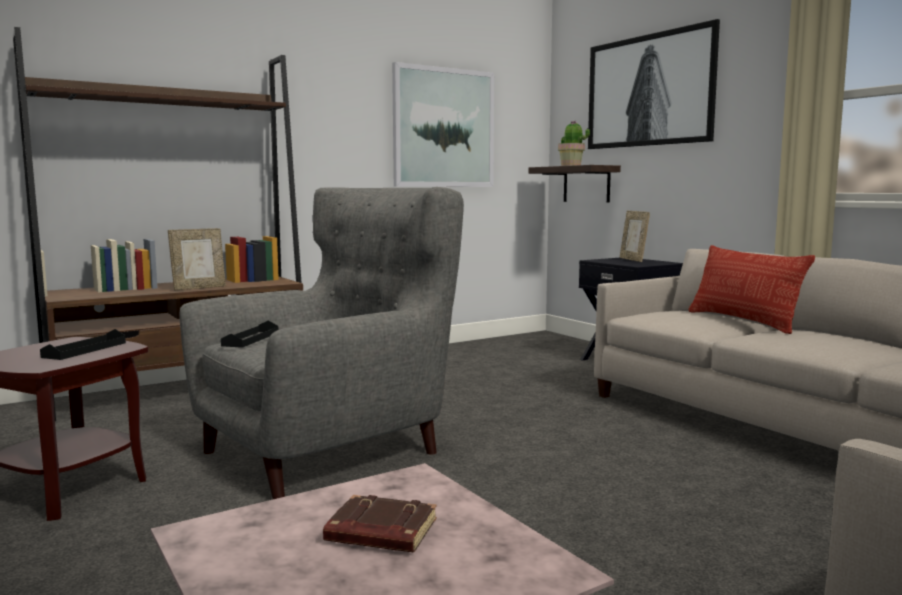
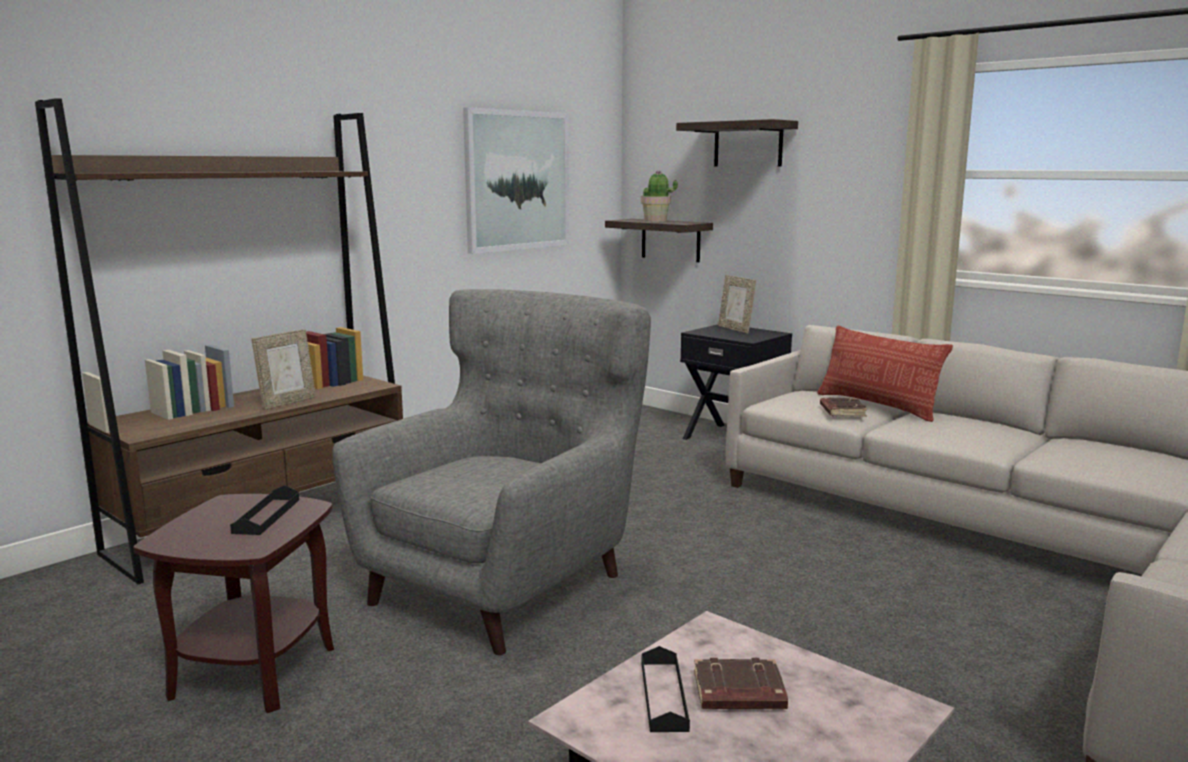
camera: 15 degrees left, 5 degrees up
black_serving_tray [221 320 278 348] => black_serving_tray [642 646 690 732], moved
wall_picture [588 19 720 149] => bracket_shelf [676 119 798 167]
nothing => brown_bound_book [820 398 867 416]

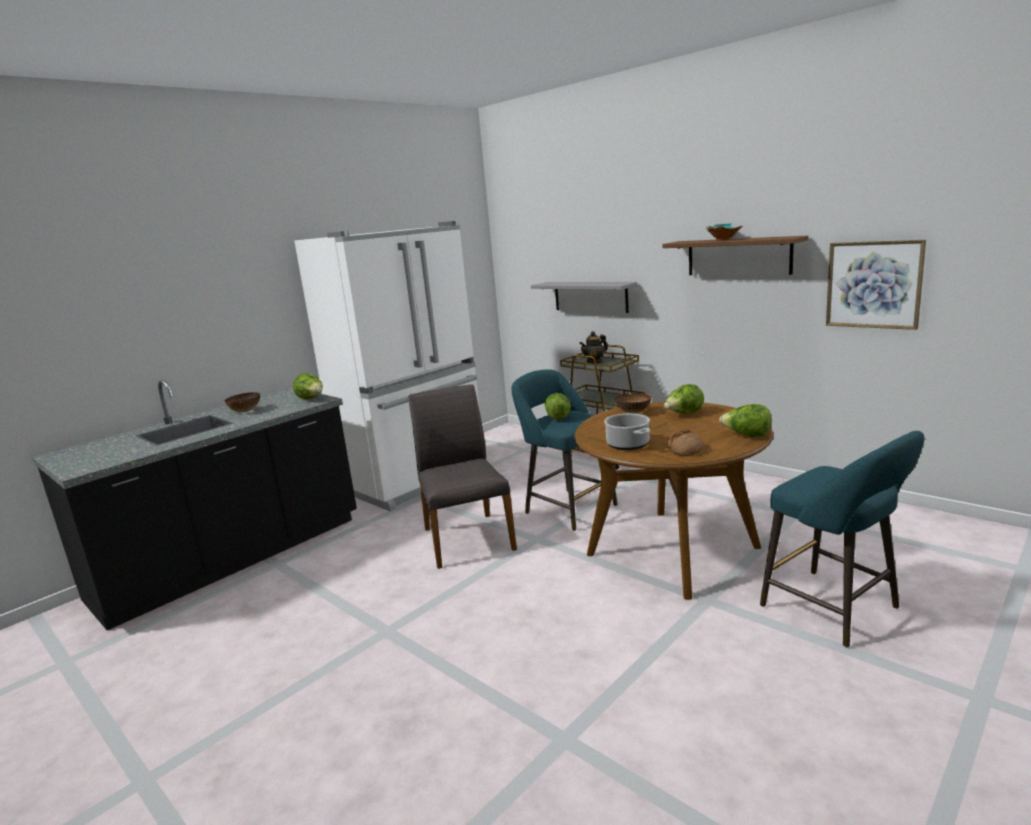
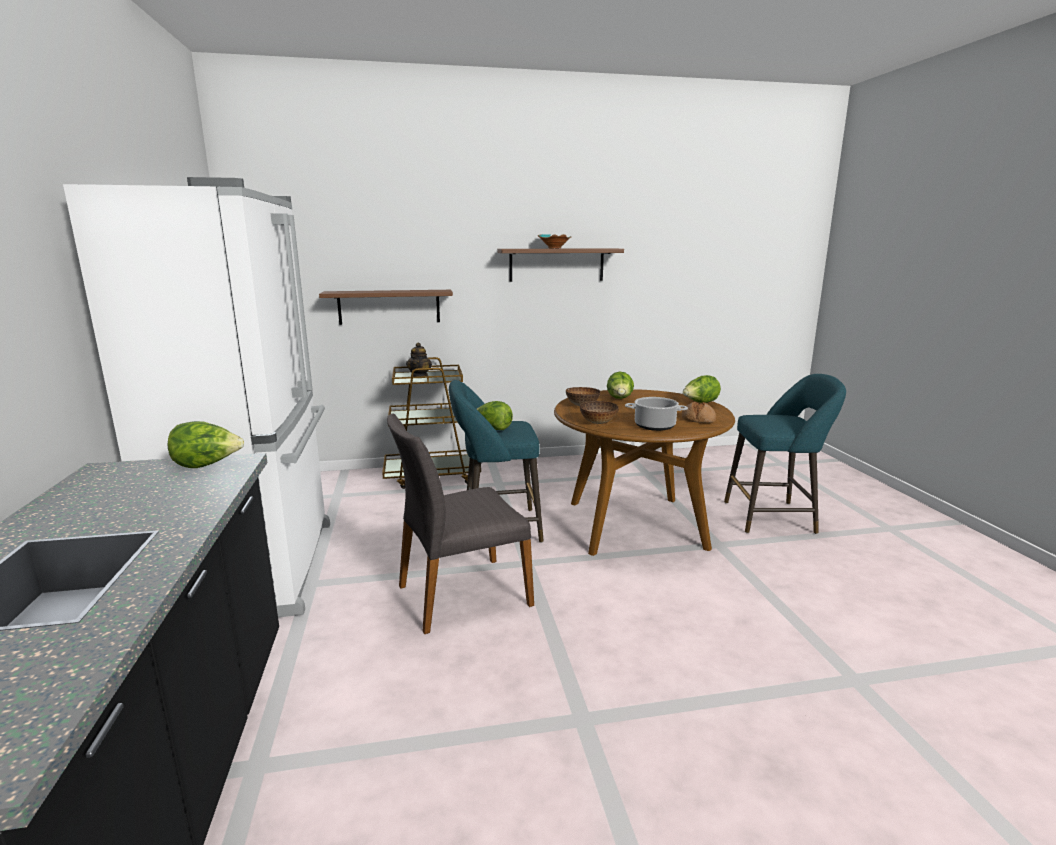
camera: 55 degrees left, 0 degrees up
greyish_bracket_shelf [531 282 637 313] => brown_bracket_shelf [319 290 453 325]
greyish_upright_chair [408 384 517 569] => greyish_upright_chair [387 413 534 634], 45 degrees counterclockwise
serving_bowl [224 392 260 412] => serving_bowl [580 401 619 424], moved
wall_picture [826 240 926 330] => nothing

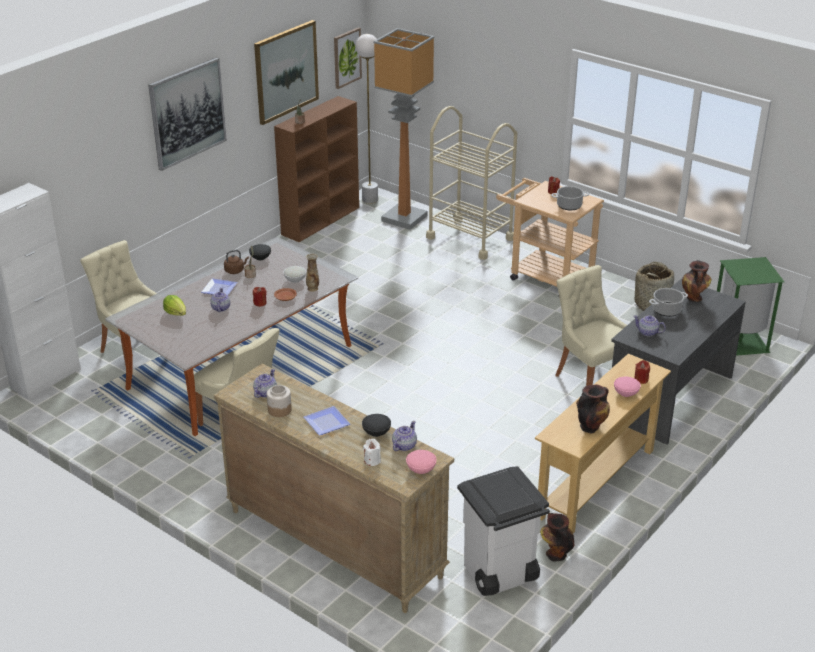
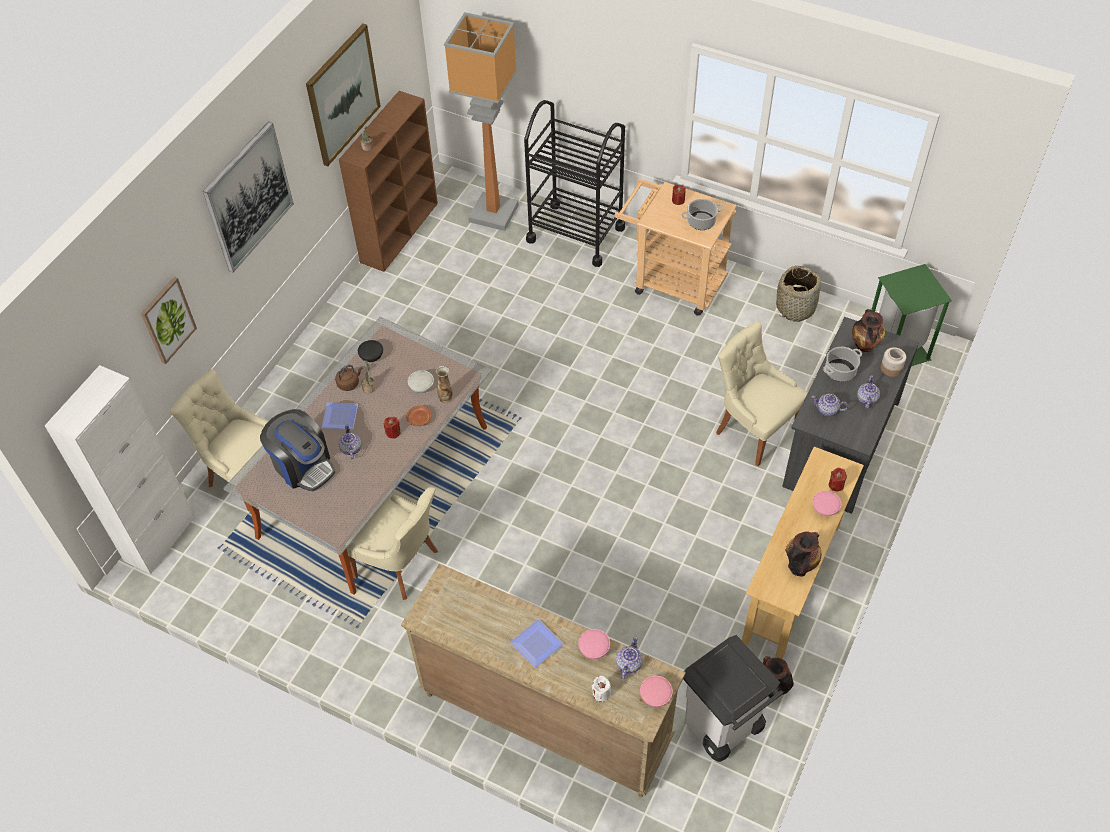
camera: 10 degrees left, 20 degrees up
wall_picture [334 27 362 89] => wall_picture [141 277 197 364], moved
lettuce_head [163 295 186 316] => coffee_machine [260 409 335 491]
beige_cart [426 106 517 260] => black_cart [524 100 625 267]
black_serving_bowl [362 414 391 437] => pink-coloured_serving_bowl [578 629 610 659]
teapot [253 369 277 398] => teapot [857 375 880 409], moved
jar [267 385 292 417] => jar [881 347 906 377], moved
white_standard_lamp [356 34 378 204] => nothing

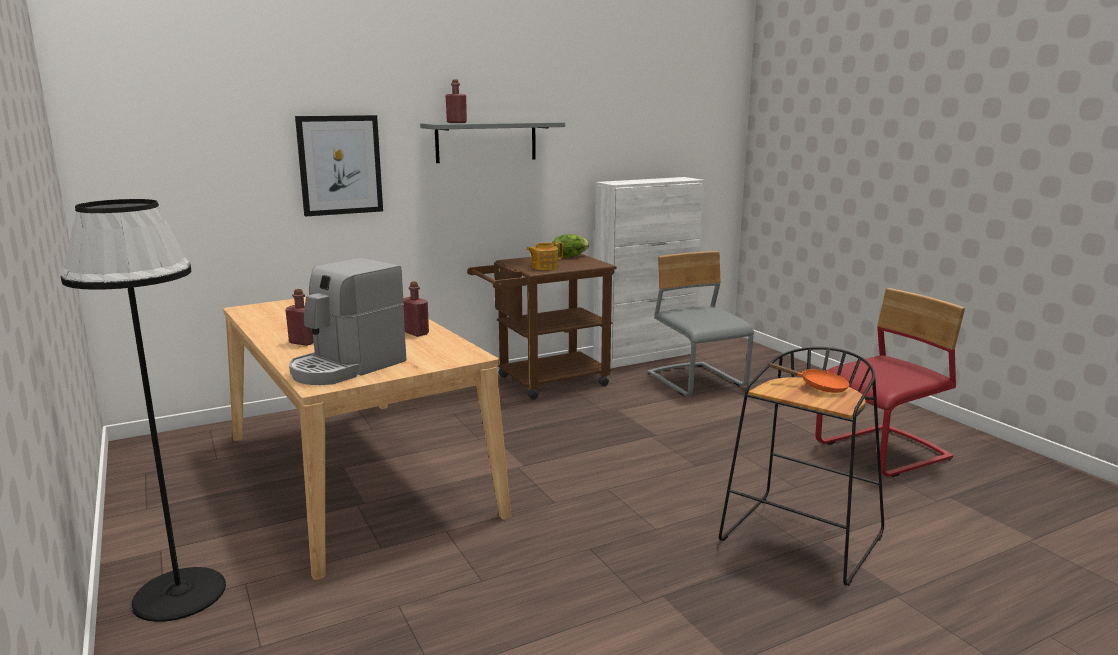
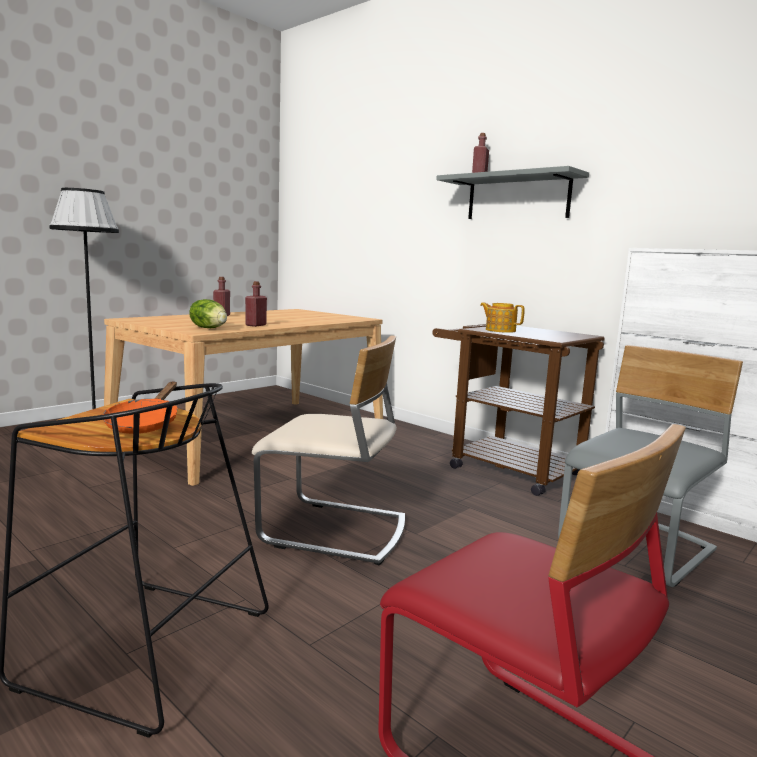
camera: 70 degrees right, 5 degrees down
lettuce_head [552 234 589 258] => lettuce_head [189 299 227 328], moved
nothing => beige_upright_chair [252 336 405 565]
coffee_machine [289 258 406 385] => nothing
wall_picture [295 115 383 217] => nothing

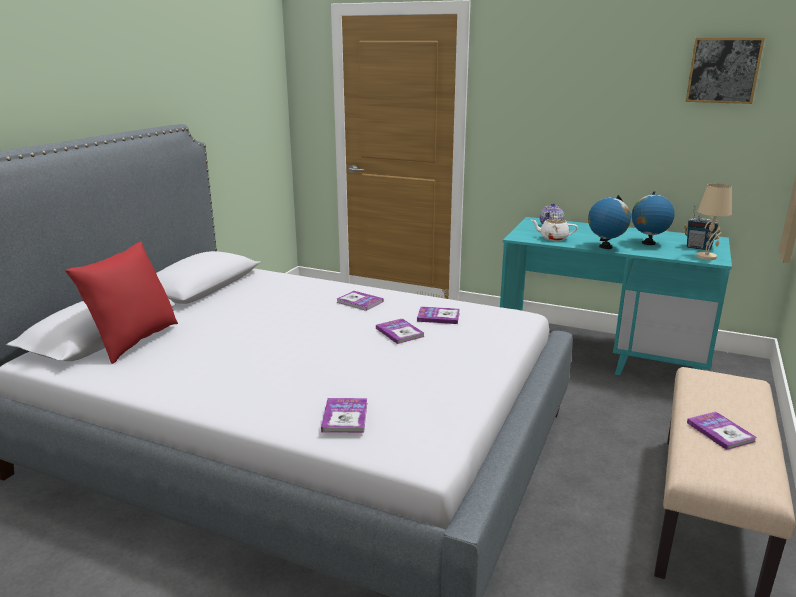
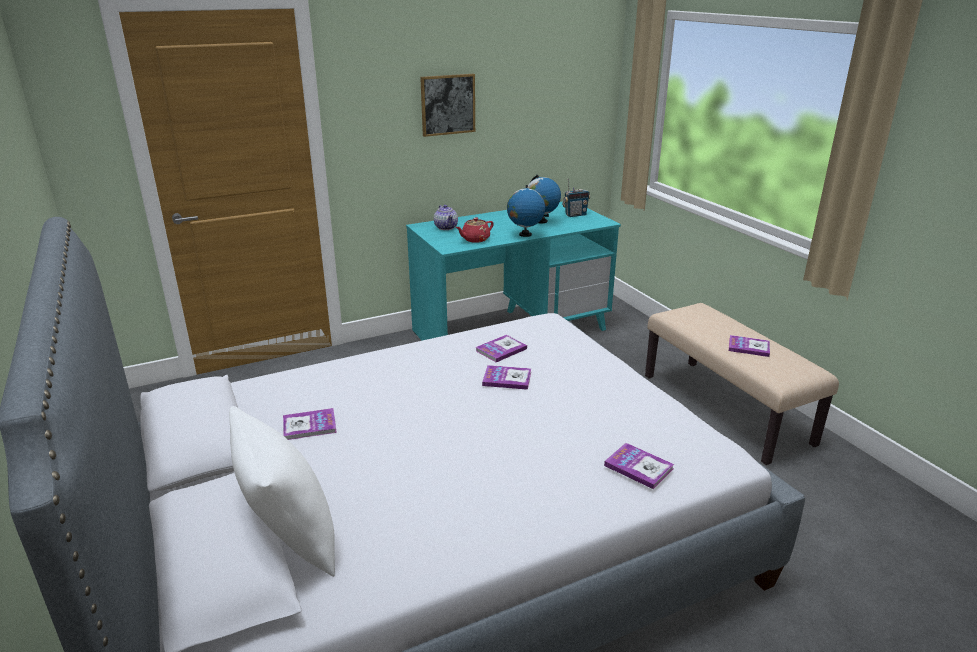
camera: 50 degrees left, 5 degrees up
red_pillow [65 242 178 364] => white_pillow [229 406 335 577]
bound_book [336 291 384 311] => bound_book [283 408 337 440], moved
wall_picture [686 38 765 104] => wall_picture [420 74 475 137], moved
white_teapot [531 216 578 241] => red_teapot [455 218 494 243]
beige_lamp_for_a_table [696 183 732 260] => nothing

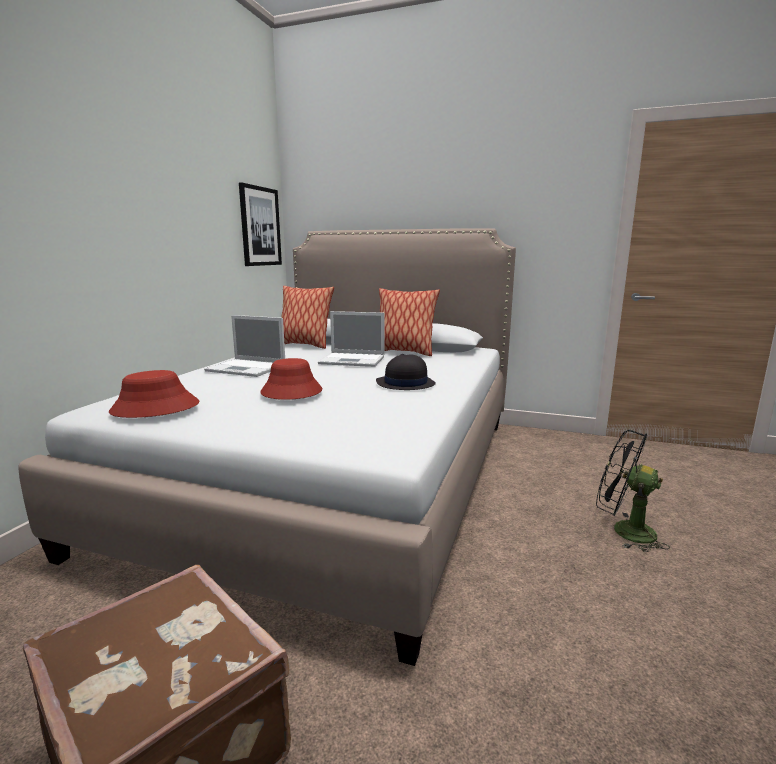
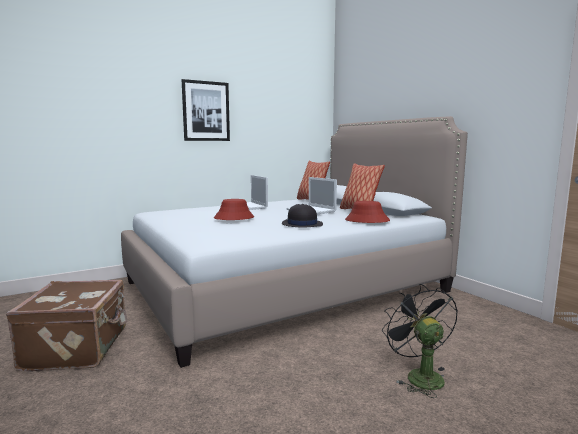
camera: 40 degrees right, 5 degrees down
wall_picture [239 182 282 266] => wall_picture [182 79 230 141], moved
red_wearable_hat [109 370 199 418] => red_wearable_hat [345 201 390 223], moved

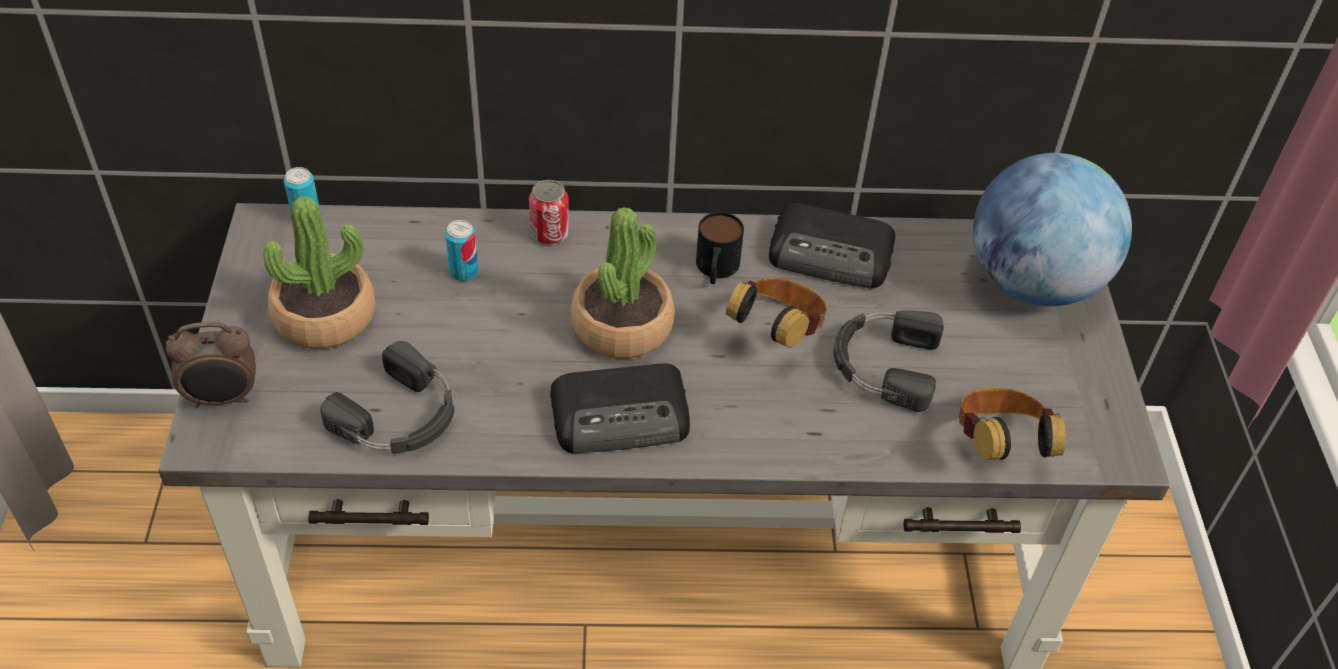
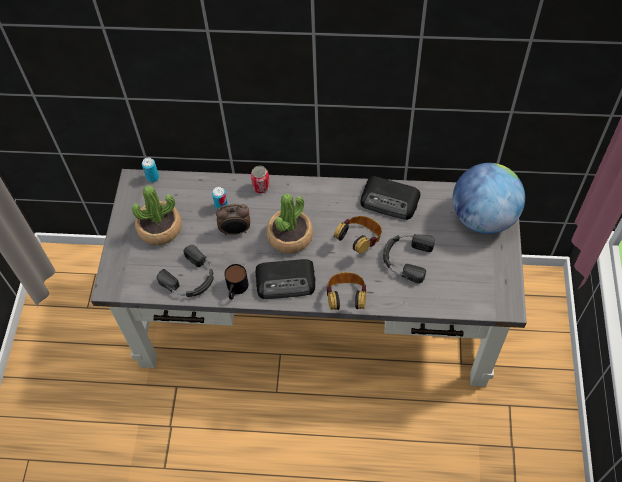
camera: 10 degrees right, 10 degrees up
table_clock [166 322 256 408] => table_clock [216 204 250 236], moved
tea_mug [696 212 744 284] => tea_mug [224 264 248 300], moved
headphones [959 387 1066 460] => headphones [327 272 366 310], moved

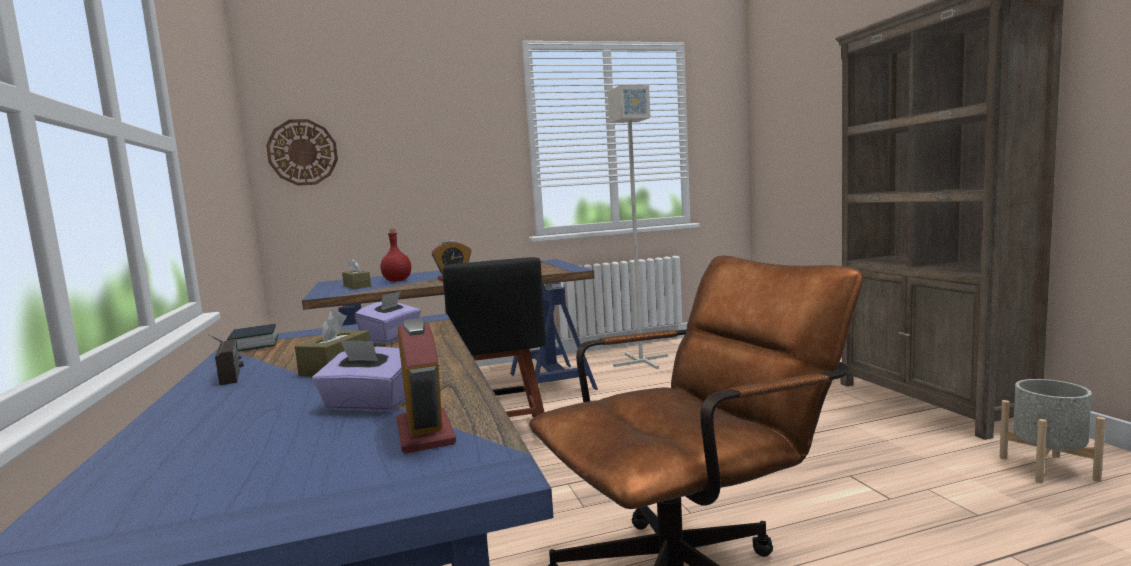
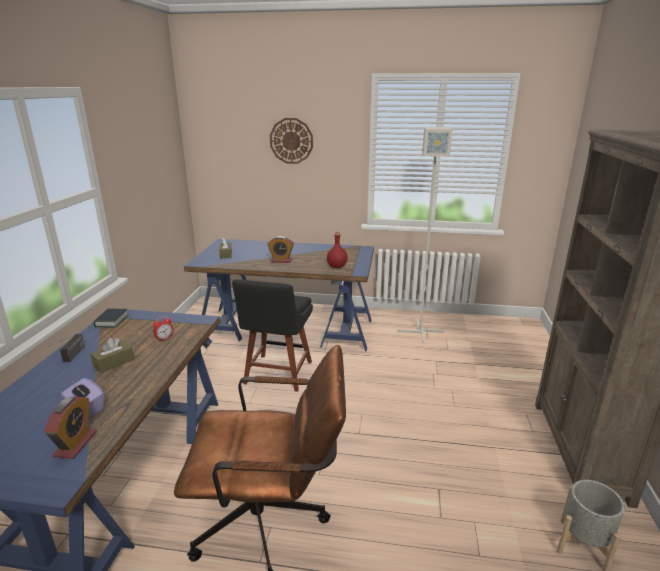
camera: 25 degrees right, 15 degrees up
purplish_tissue_box [355 291 421 343] => table_clock [153 316 173 342]
wall_clock [266 119 338 186] => wall_clock [270 118 313 164], moved
red_beverage_bottle [380 229 411 282] => red_beverage_bottle [327 231 348 268], moved

